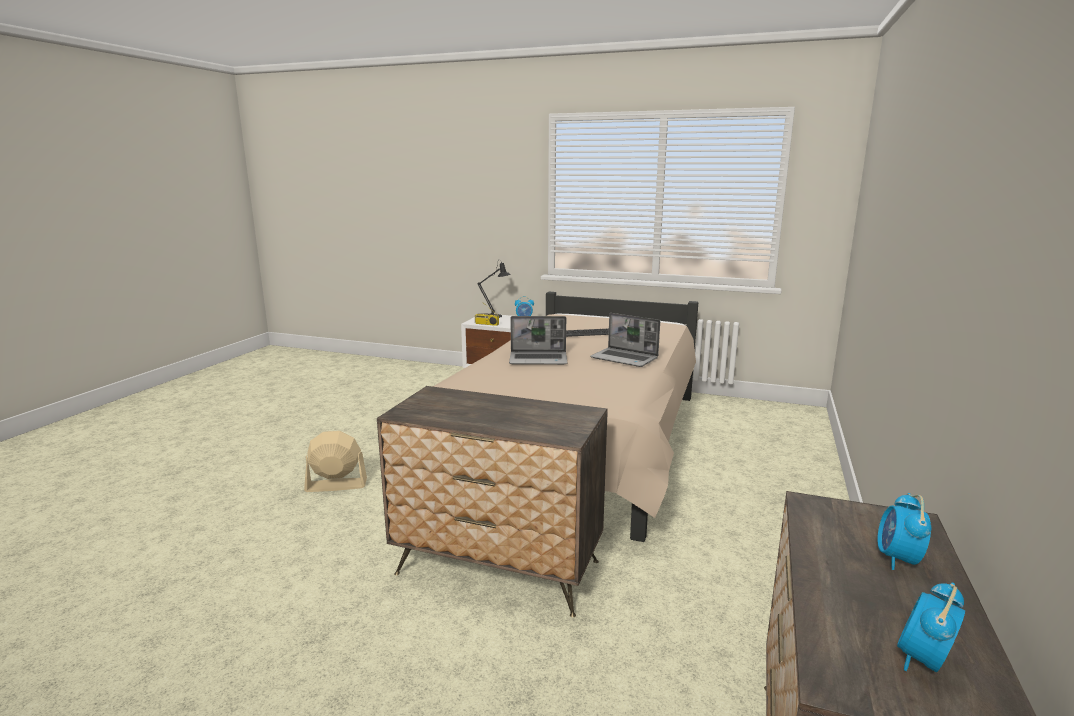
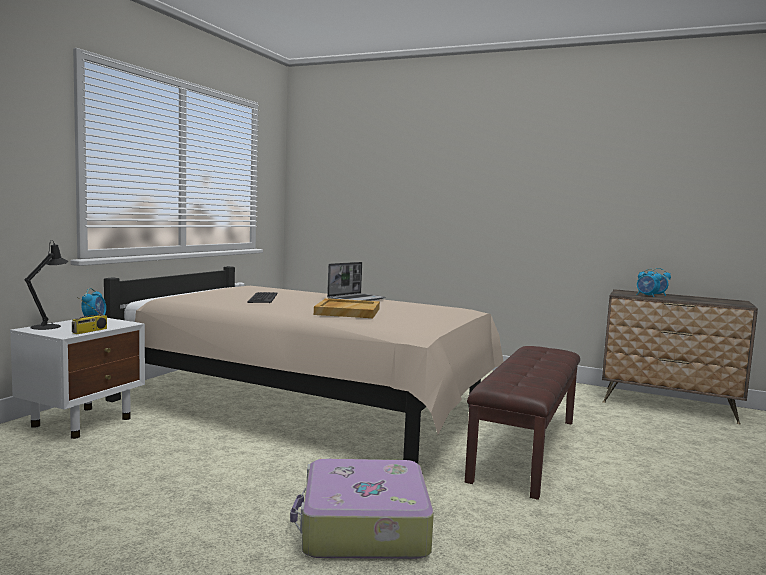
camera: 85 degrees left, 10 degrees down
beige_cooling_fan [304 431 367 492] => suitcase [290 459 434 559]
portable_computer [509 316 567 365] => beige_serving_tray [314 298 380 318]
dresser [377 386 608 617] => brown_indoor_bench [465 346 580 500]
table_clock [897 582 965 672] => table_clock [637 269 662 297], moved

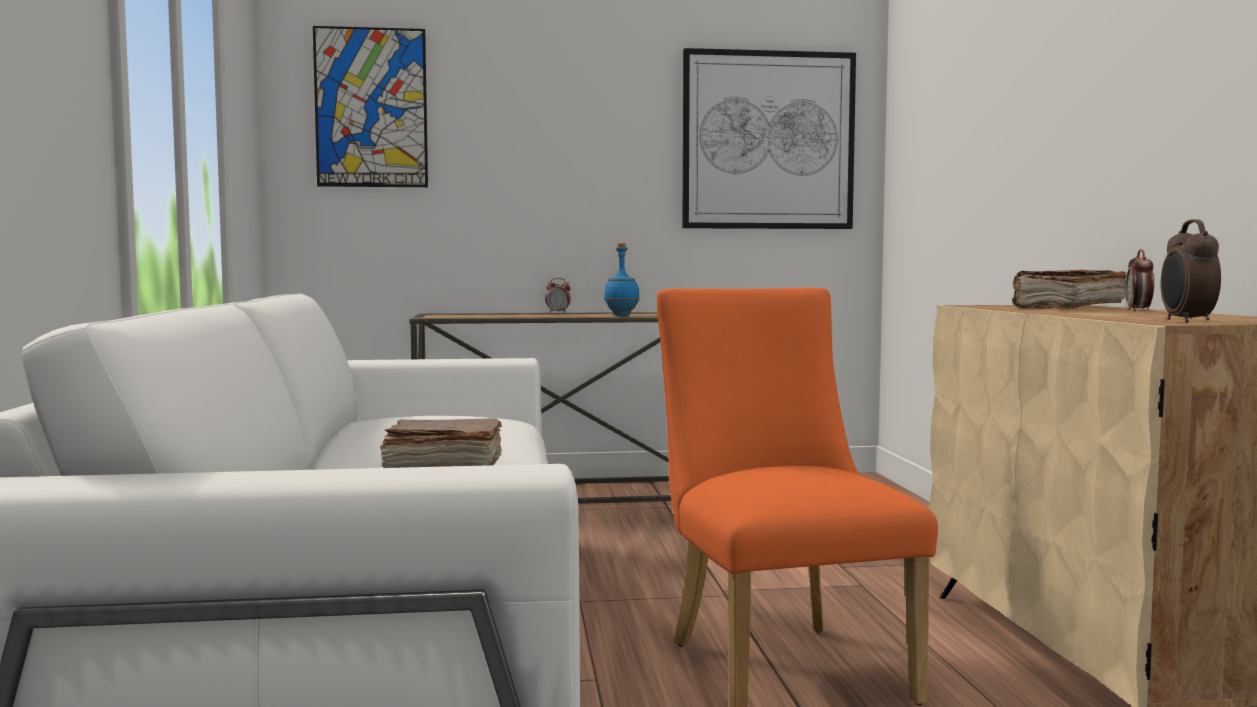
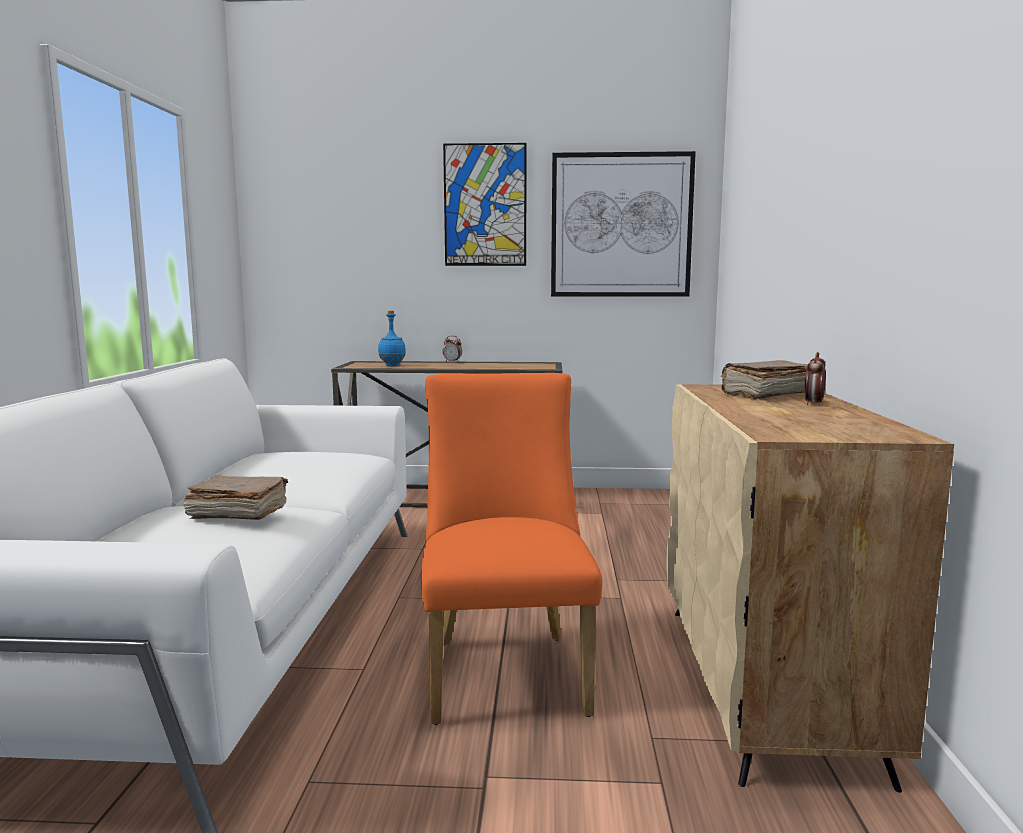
camera: 10 degrees right, 5 degrees up
blue-coloured_beverage_bottle [604 243 640 316] => blue-coloured_beverage_bottle [378 311 406 366], moved
wall_picture [313 26 428 187] => wall_picture [443 143 527 266], moved
table_clock [1161 219 1221 323] => nothing

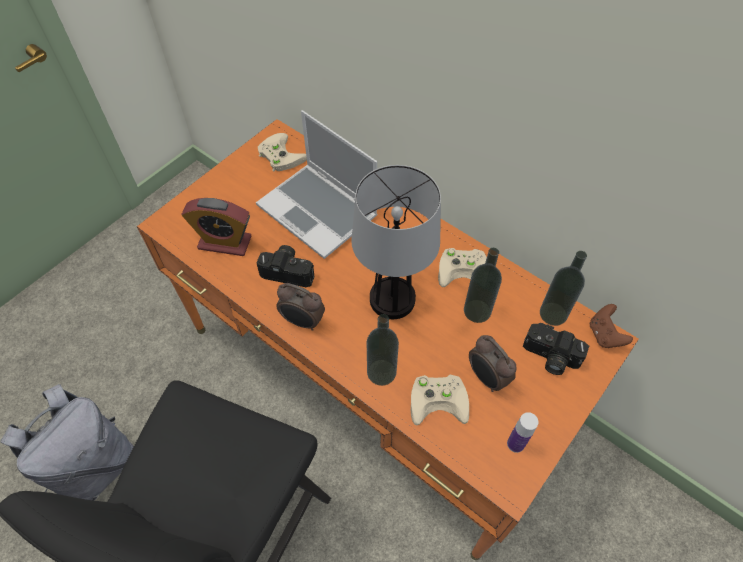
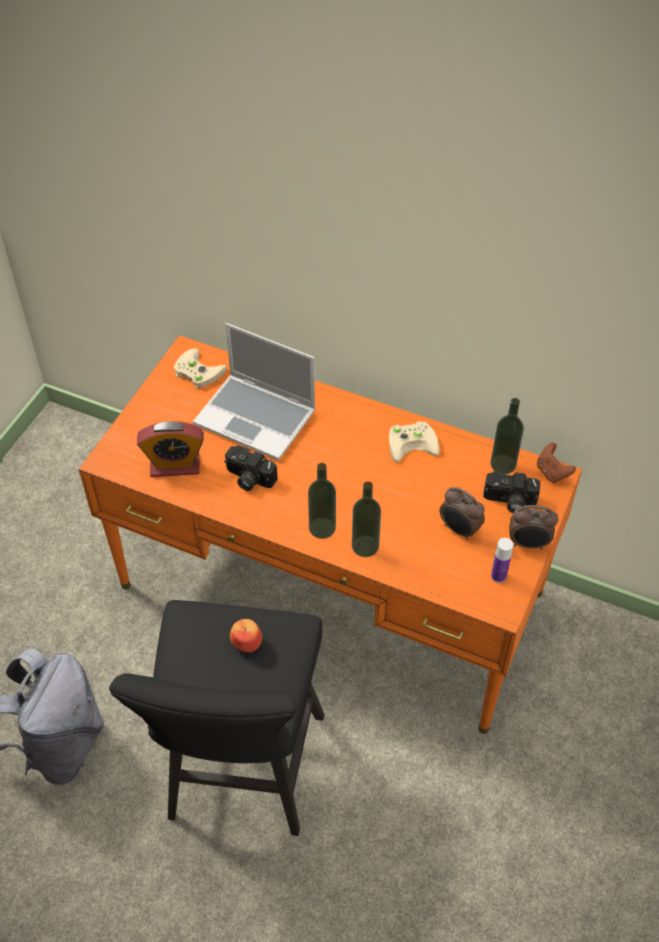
camera: 15 degrees left, 5 degrees down
photo_camera [257 245 314 287] => photo_camera [224 445 278 491], 150 degrees counterclockwise
nothing => whole_apple [230 619 262 653]
beverage_bottle [464 248 502 323] => beverage_bottle [308 463 336 539], moved
table_clock [276 283 325 331] => table_clock [509 505 558 550], moved
lamp_for_a_table [351 165 441 319] => nothing
beige_gamepad [411 375 469 425] => nothing

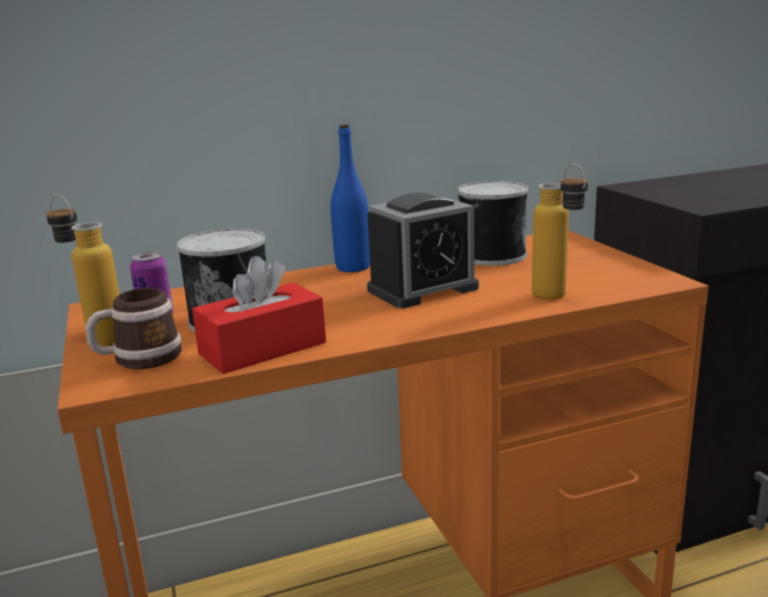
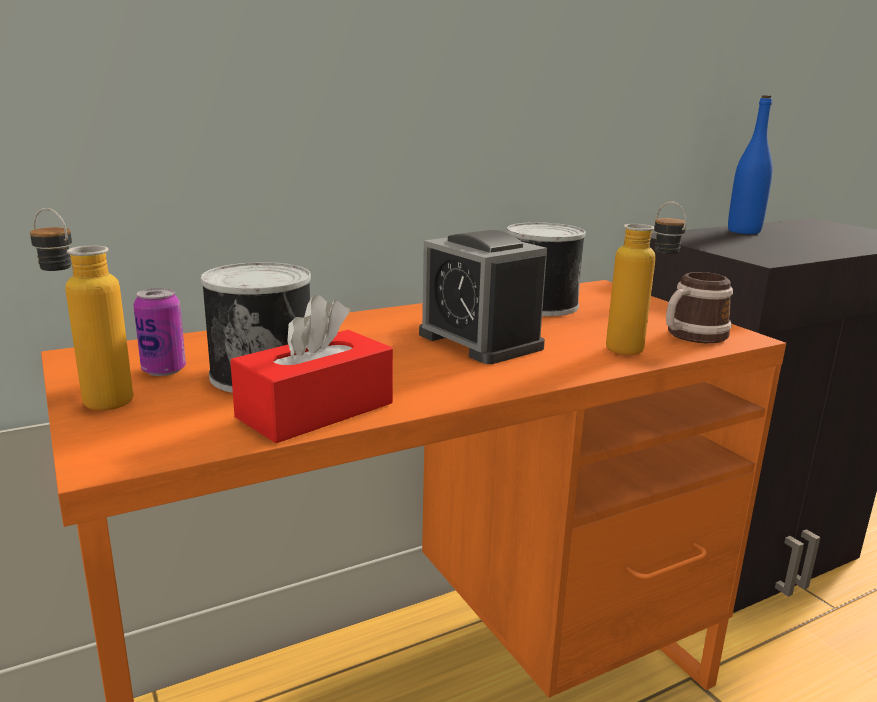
camera: 10 degrees left, 0 degrees up
table_clock [367 193 479 308] => table_clock [419 230 547 364], 90 degrees clockwise
tea_mug [85 288 182 369] => tea_mug [666 272 733 343], moved
blue-coloured_beverage_bottle [331 124 370 272] => blue-coloured_beverage_bottle [728 95 773 234], moved

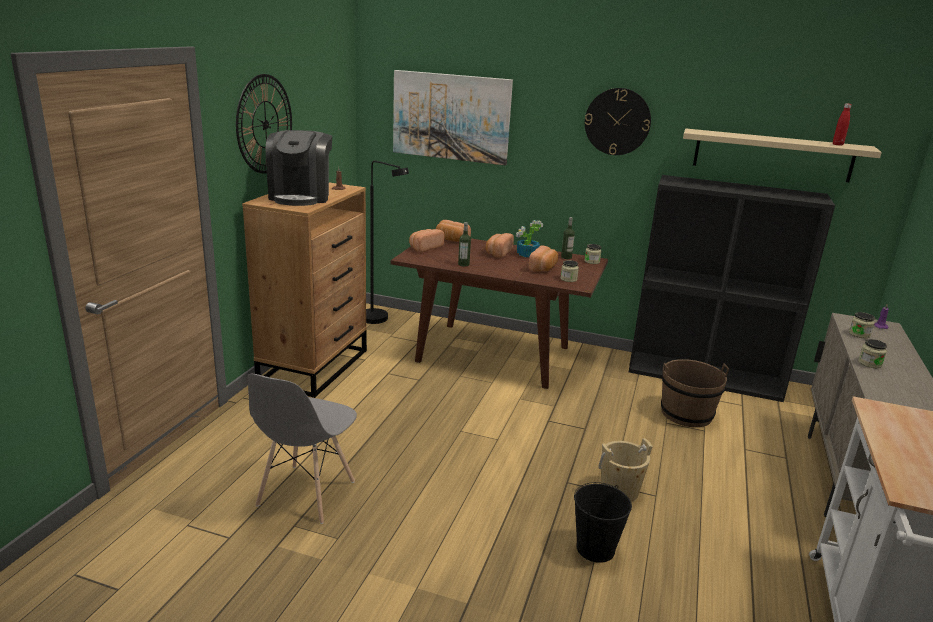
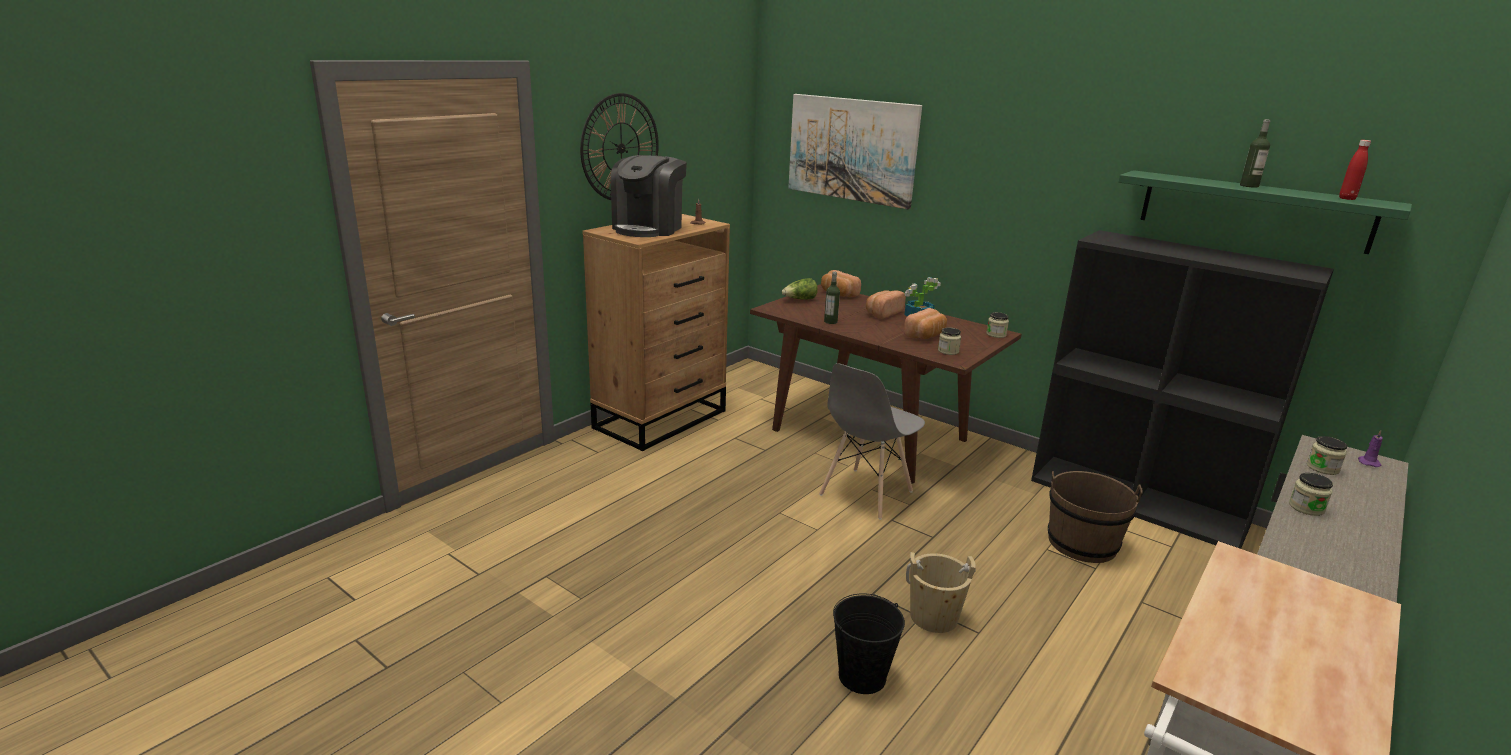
camera: 20 degrees right, 0 degrees up
bakery_bread [409 229 445 252] => lettuce_head [782 278 818 300]
greyish_upright_chair [248 374 357 524] => greyish_upright_chair [819 363 925 520], moved
beige_bracket_shelf [683 129 882 182] => greenish_bracket_shelf [1119 170 1412 254]
beverage_bottle [561 217 575 259] => beverage_bottle [1240 119 1270 188], moved
black_standard_lamp [366 161 409 324] => nothing
wall_clock [585 88 651 155] => nothing

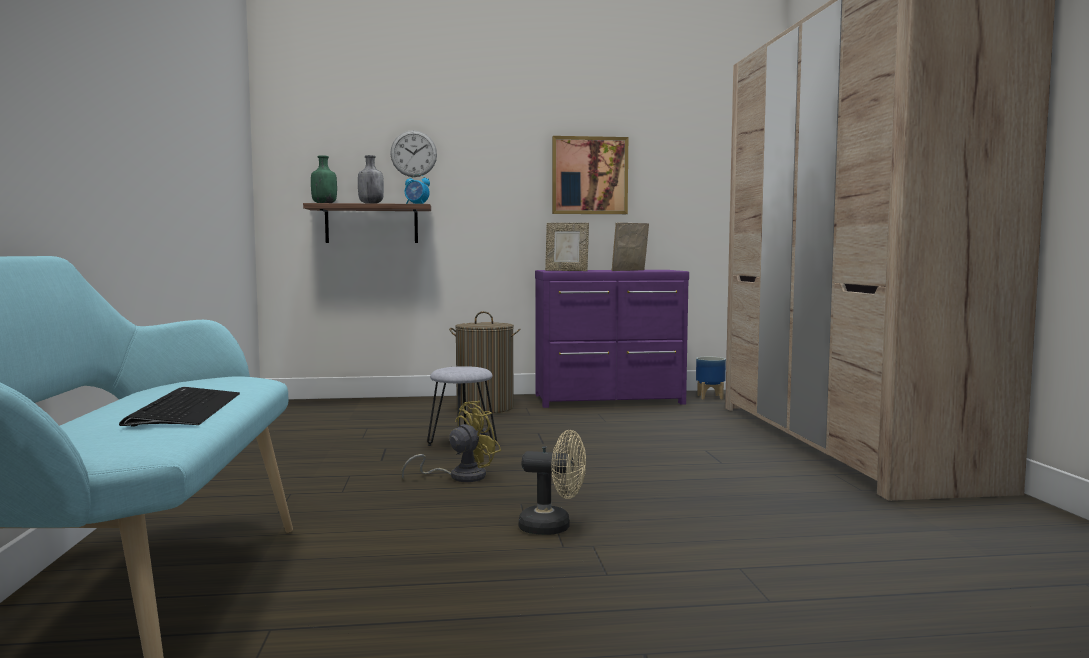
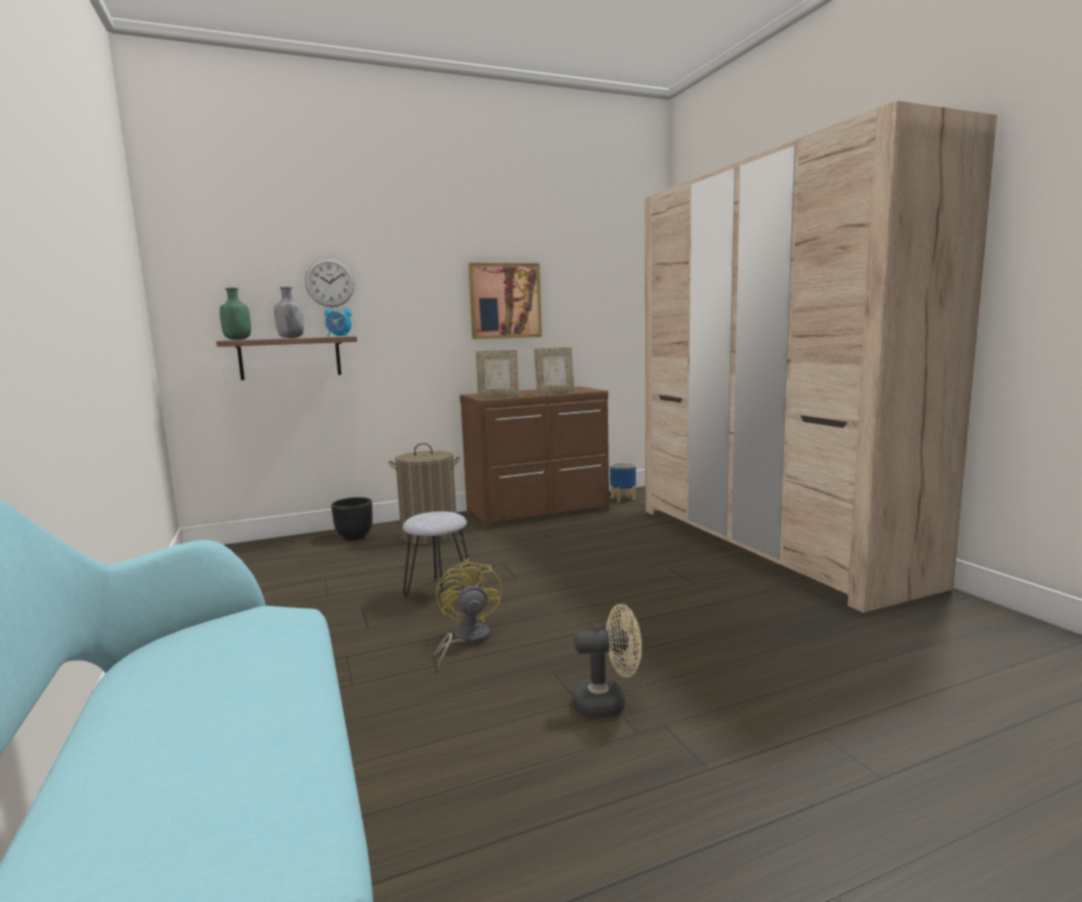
camera: 15 degrees left, 5 degrees up
nothing => black_flower_pot [331 497 373 540]
yellow-coloured_cooling_fan [402 401 501 482] => yellow-coloured_cooling_fan [434 558 502 669], 45 degrees counterclockwise
purplish_dresser [535 270 689 408] => brown_dresser [460 386 609 529]
standing_frame [612 223 649 271] => standing_frame [534 347 574 394], 150 degrees counterclockwise
computer_keyboard [119 387 240 427] => nothing

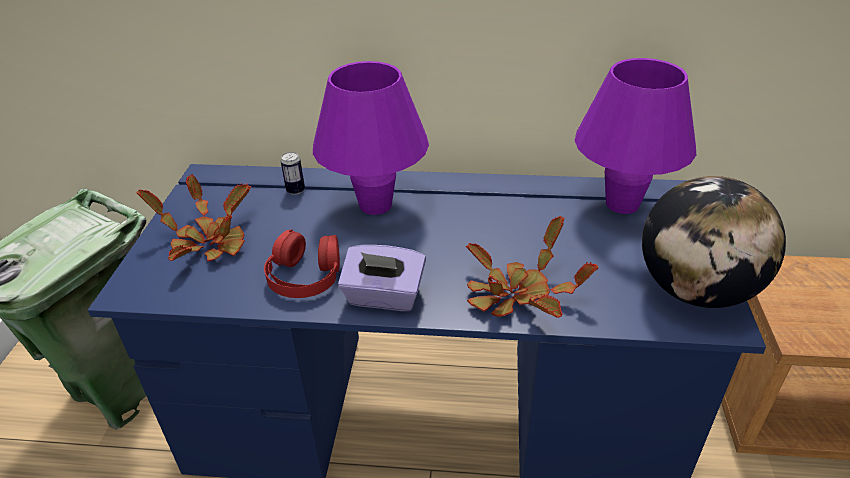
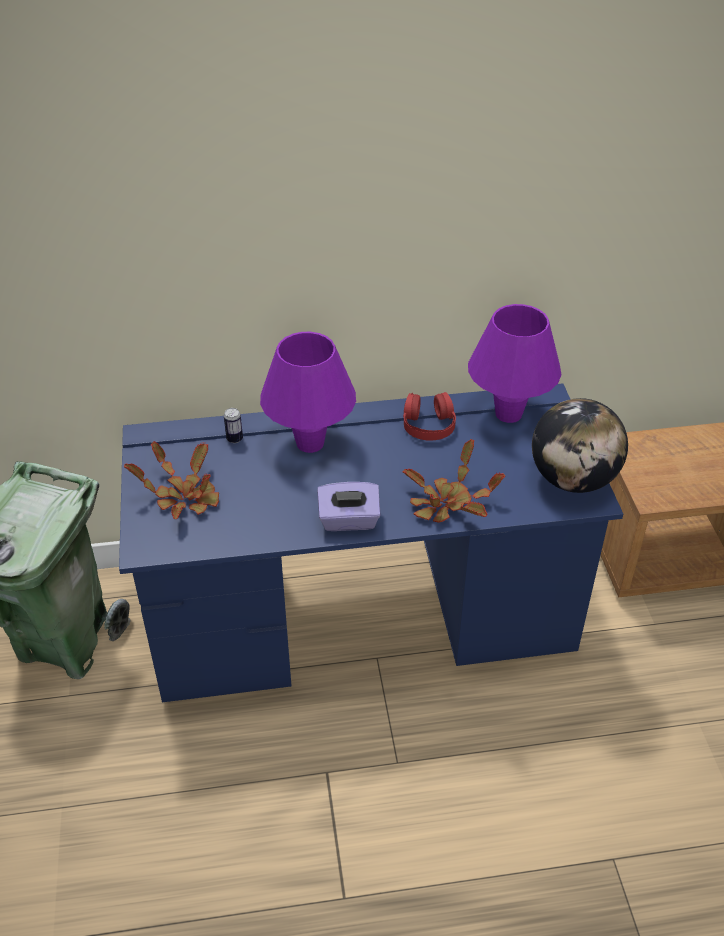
camera: 15 degrees left, 5 degrees up
red_headphones [264 229 340 298] => red_headphones [403 392 456 440], moved

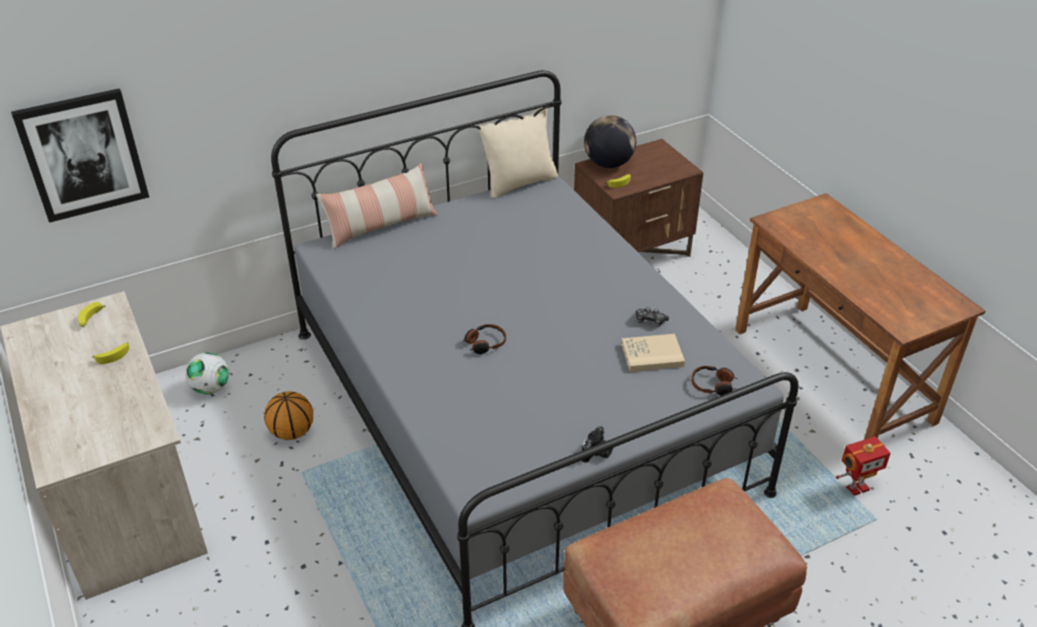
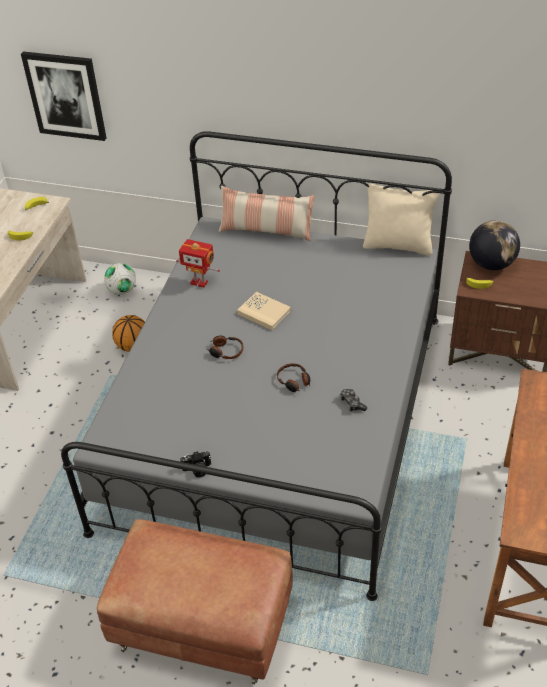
camera: 45 degrees right, 5 degrees up
model_robot [836 436 891 496] => model_robot [176 239 220 288], moved
beige_bound_book [621 334 685 372] => beige_bound_book [237 292 291 330], moved
headphones [691 366 738 396] => headphones [277 363 310 392], moved

